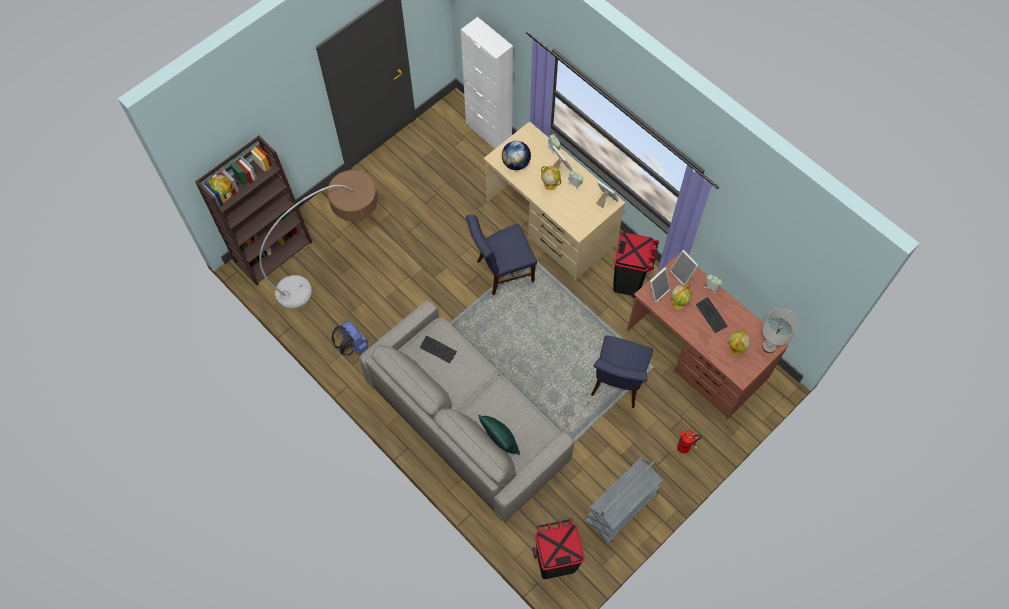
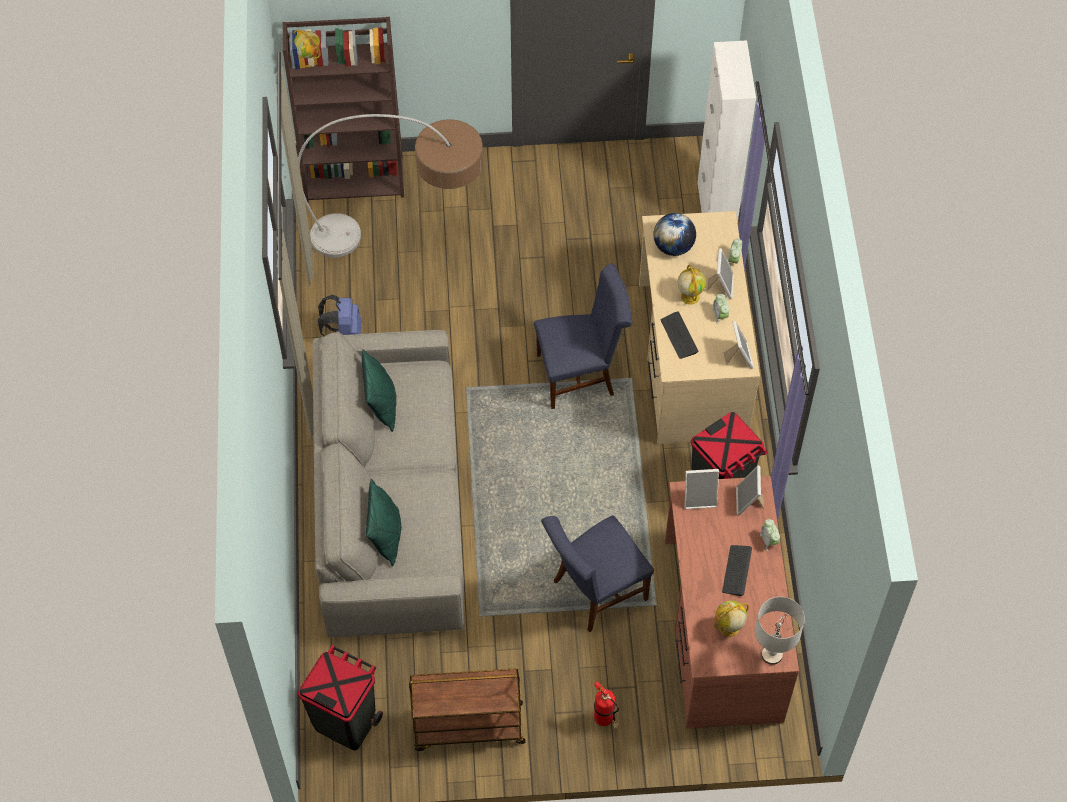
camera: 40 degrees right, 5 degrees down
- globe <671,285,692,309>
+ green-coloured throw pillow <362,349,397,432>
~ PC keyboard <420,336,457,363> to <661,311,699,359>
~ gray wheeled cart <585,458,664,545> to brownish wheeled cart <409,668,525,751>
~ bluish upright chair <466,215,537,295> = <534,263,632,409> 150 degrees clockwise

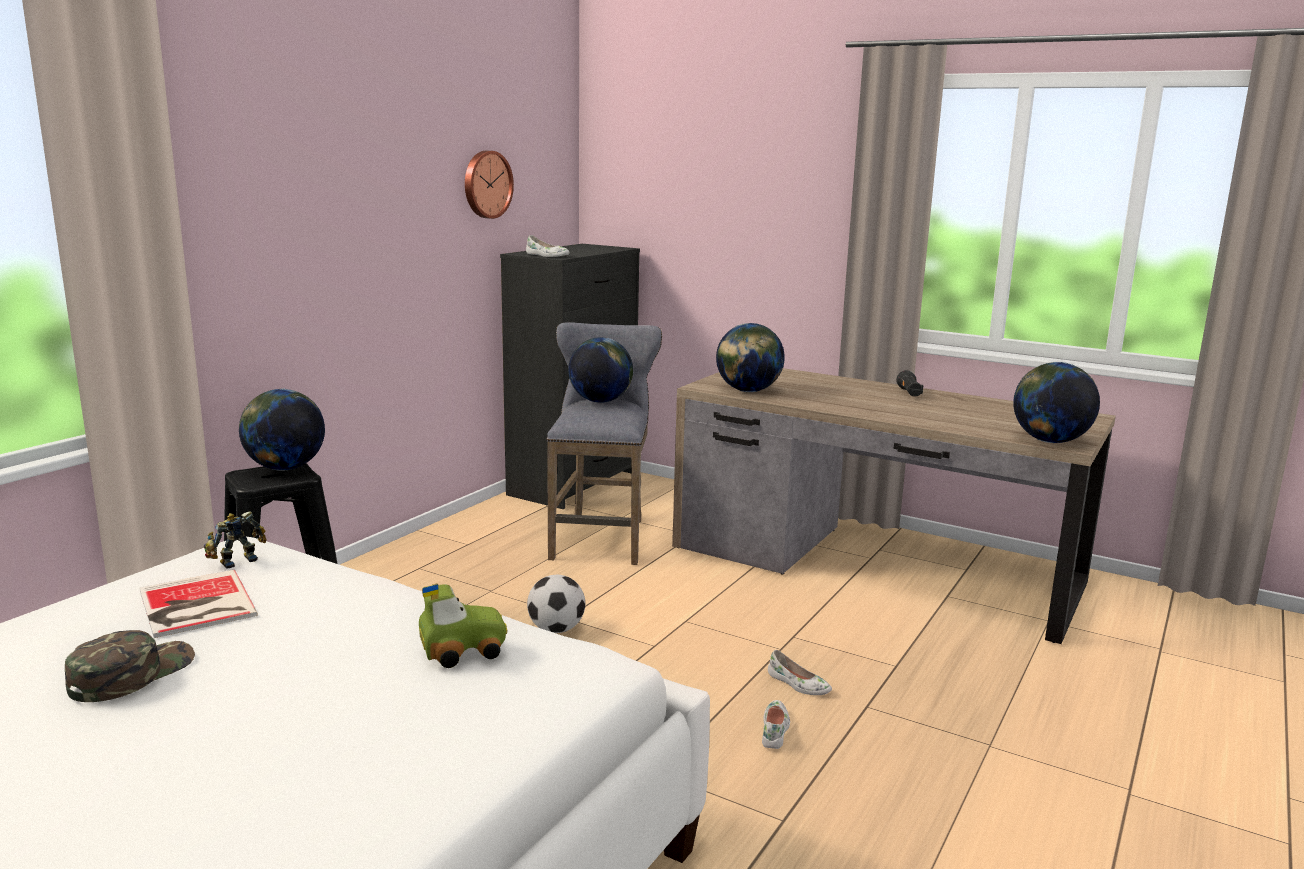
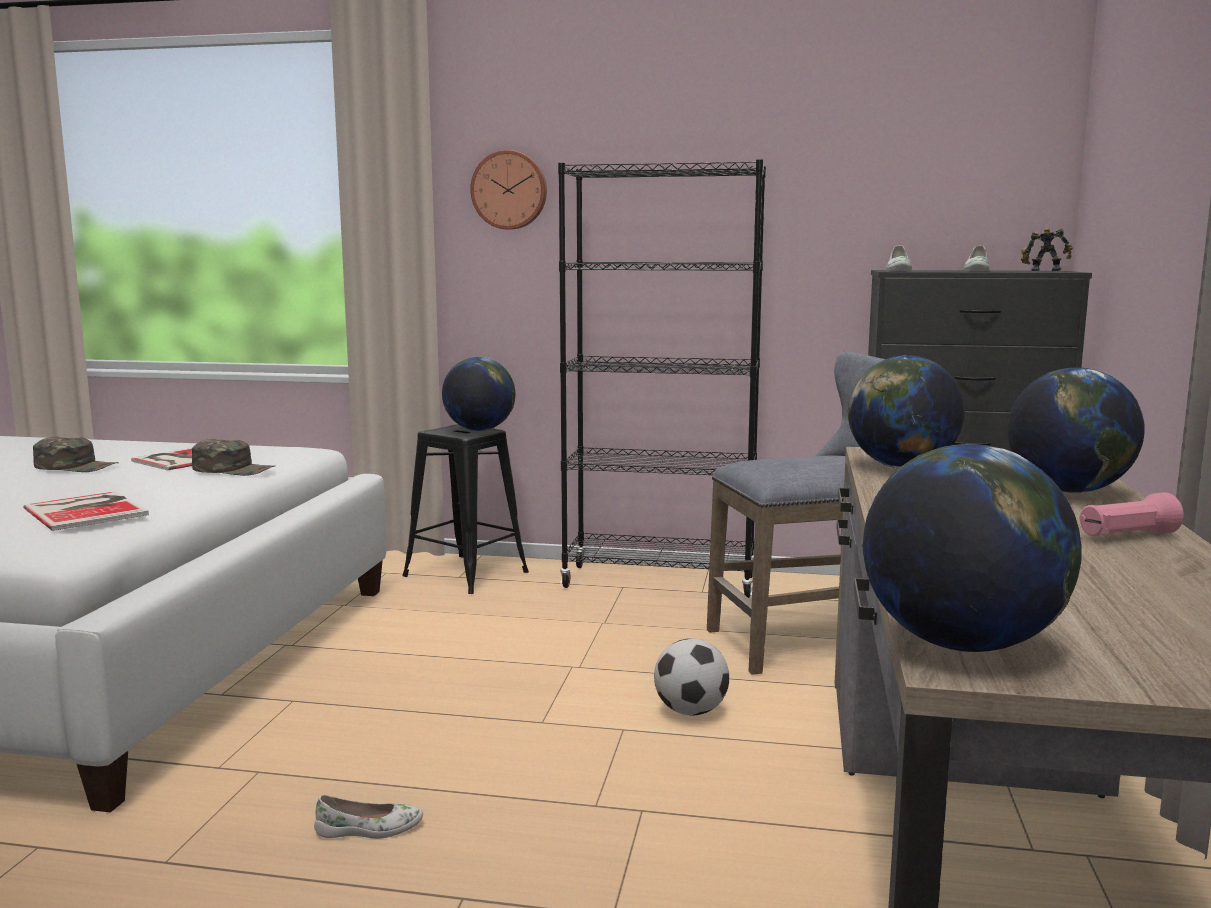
camera: 70 degrees right, 5 degrees down
+ green-coloured peaked cap <192,439,276,476>
+ blackish shelving unit <558,159,766,598>
~ toy robot <204,512,267,568> to <1021,228,1073,271>
~ clock on the wall <465,151,514,219> to <470,150,547,230>
~ ball for football <527,575,585,633> to <654,639,729,716>
~ globe <568,337,633,403> to <1007,367,1145,493>
~ whitish shoe <768,650,832,695> to <964,245,990,271>
~ miniature car <419,583,507,668> to bound book <23,491,149,531>
~ blackish flashlight <896,370,923,397> to pink flashlight <1079,492,1184,536>

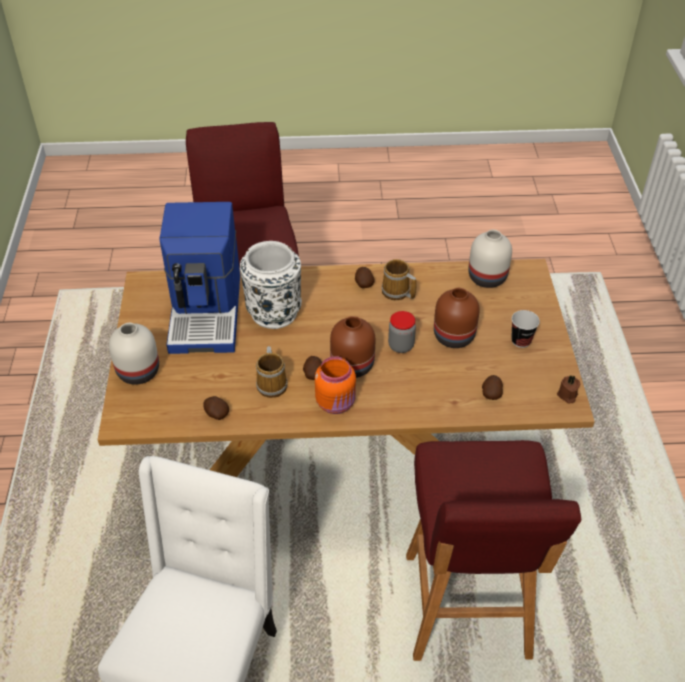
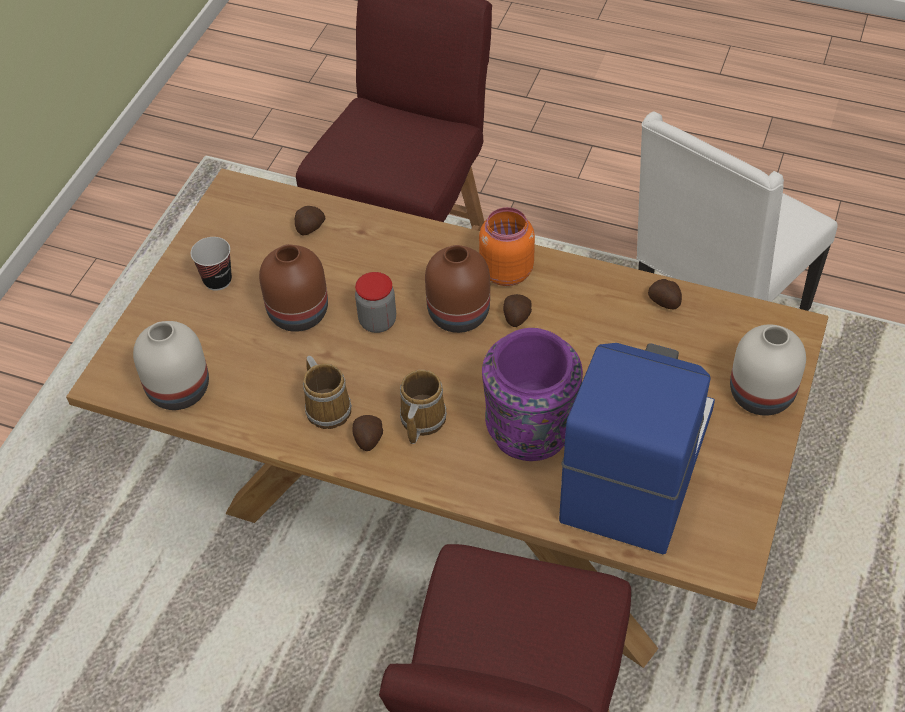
camera: 155 degrees left, 5 degrees up
- brownish candle <557,376,580,403>
~ mug <256,346,288,398> to <400,370,447,444>
~ whitish decorative vase <240,241,302,329> to purplish decorative vase <482,328,583,461>

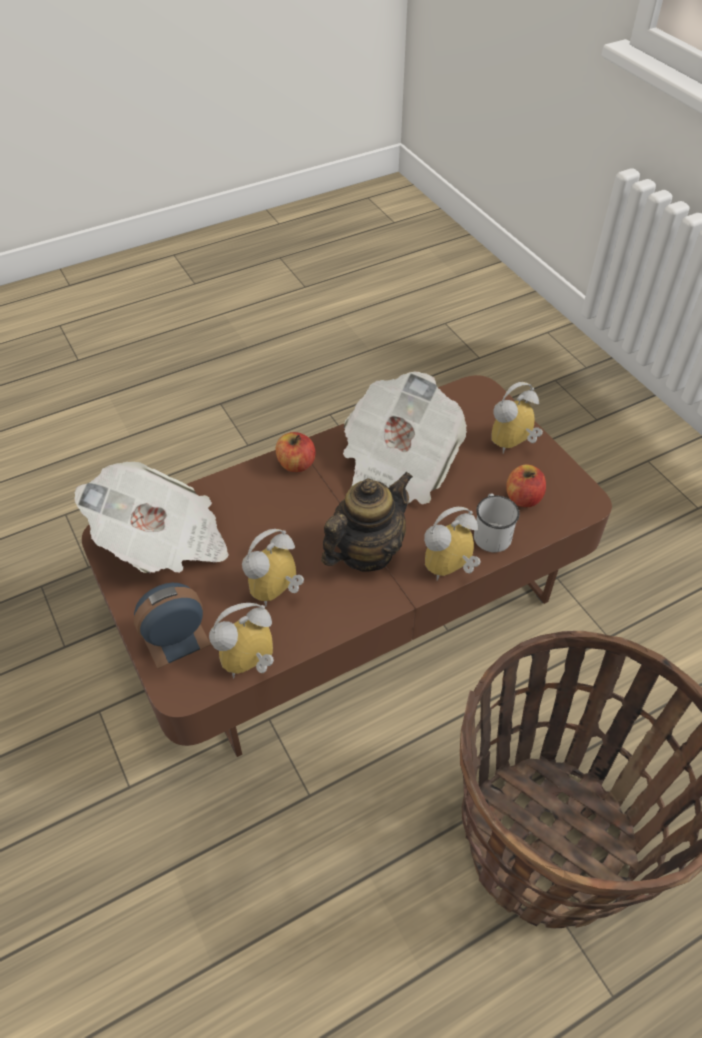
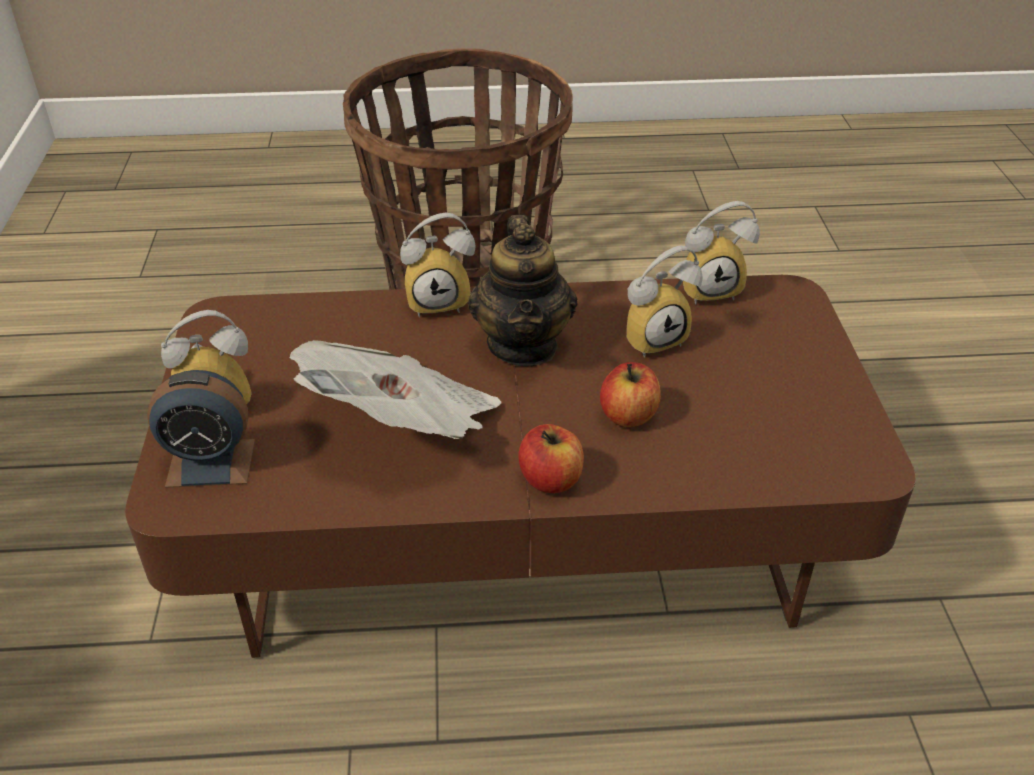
camera: 155 degrees left, 10 degrees down
- printed paper <74,462,229,574>
- whitish mug <474,494,520,552>
~ alarm clock <134,583,211,669> to <147,370,255,488>
~ apple fruit <506,464,546,507> to <600,362,661,427>
~ teapot <321,472,413,571> = <468,215,577,367> 75 degrees counterclockwise

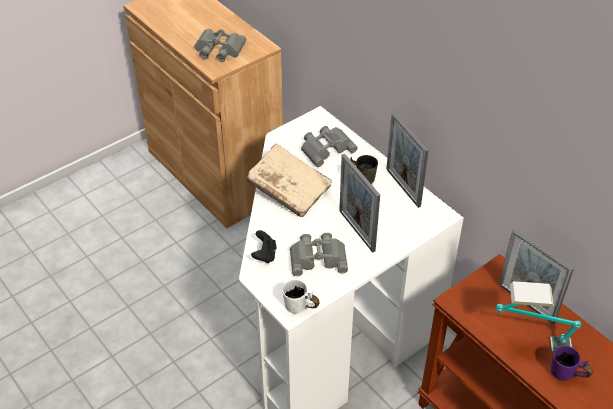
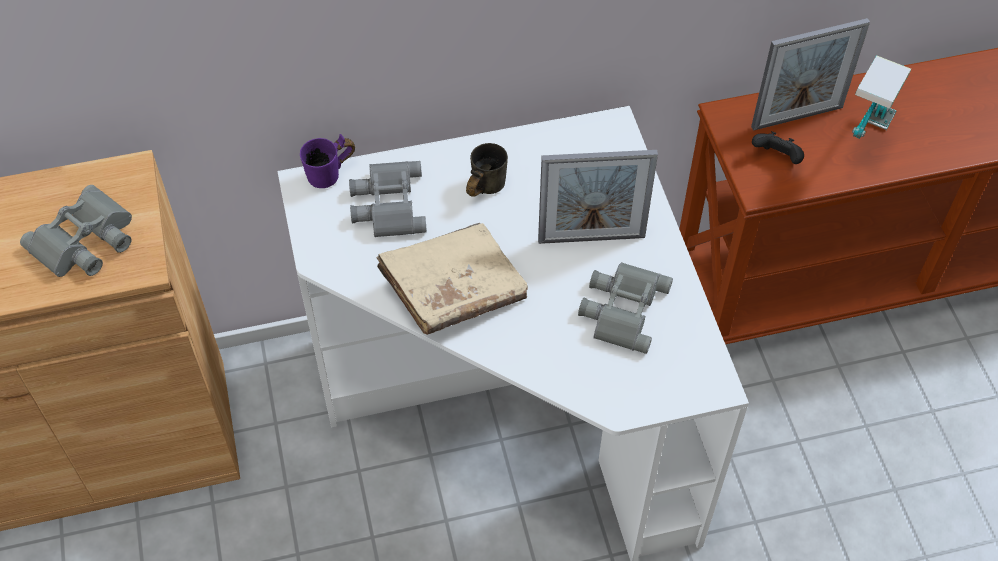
camera: 65 degrees left, 10 degrees up
- whitish mug <282,280,319,314>
- picture frame <386,112,429,208>
~ blackish joypad <251,230,277,263> to <752,131,804,164>
~ purplish mug <551,346,593,381> to <300,134,355,188>

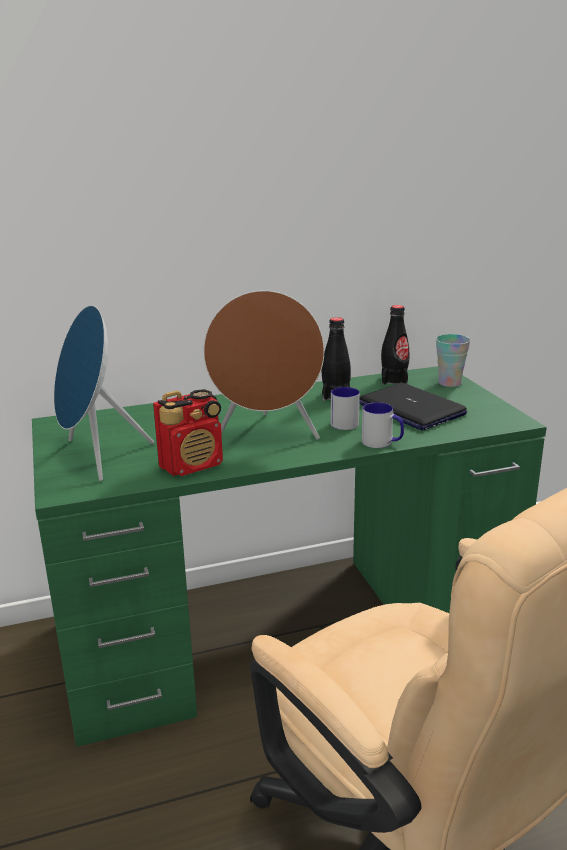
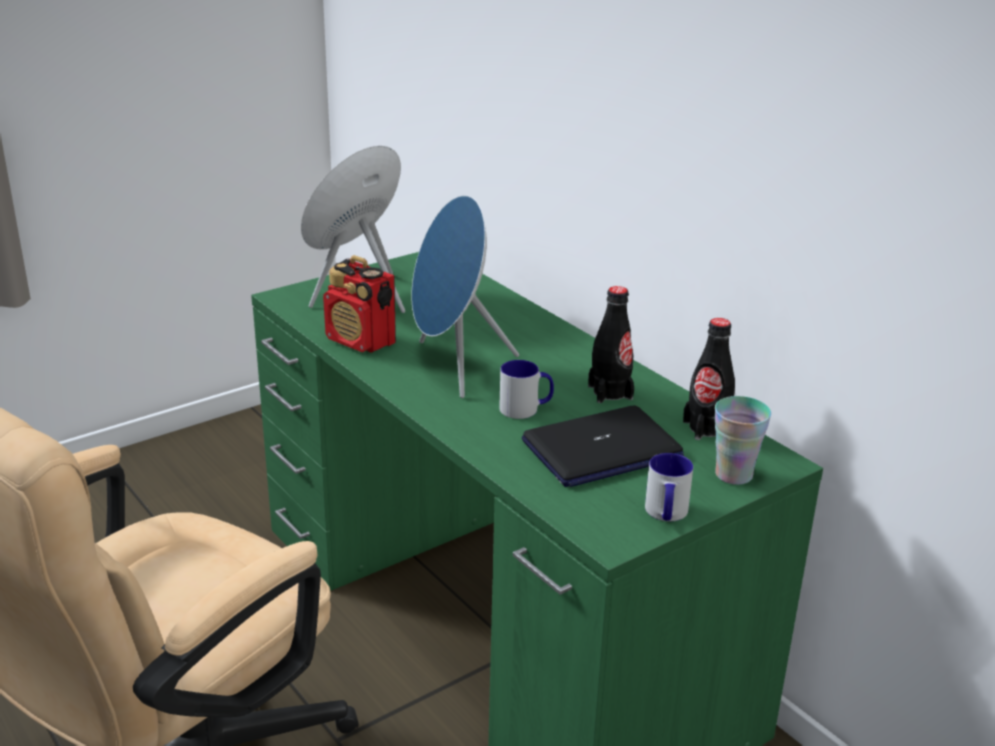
camera: 70 degrees right, 5 degrees up
~ mug <362,402,404,448> to <645,453,693,521>
~ brownish audio speaker <203,290,324,440> to bluish audio speaker <411,195,519,398>
~ notebook computer <359,383,467,431> = <522,405,684,487> 150 degrees counterclockwise

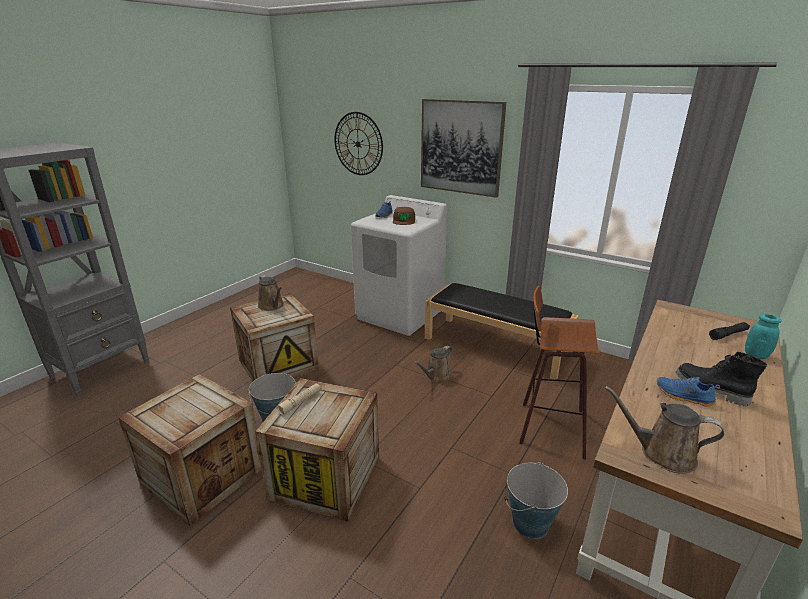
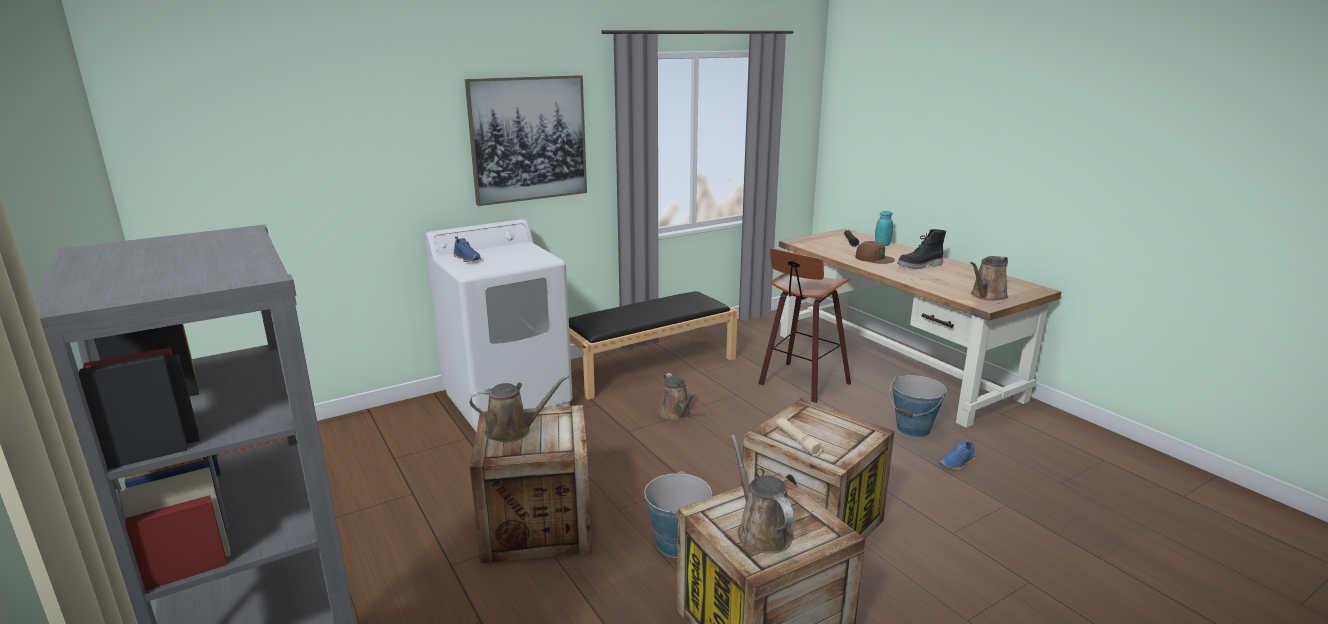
camera: 65 degrees left, 5 degrees down
- clock on the wall <334,112,383,175>
+ brownish watering pot <731,435,794,554>
~ brownish peaked cap <393,207,415,225> to <856,241,895,264>
~ bluish shoe <657,377,720,406> to <939,439,975,470>

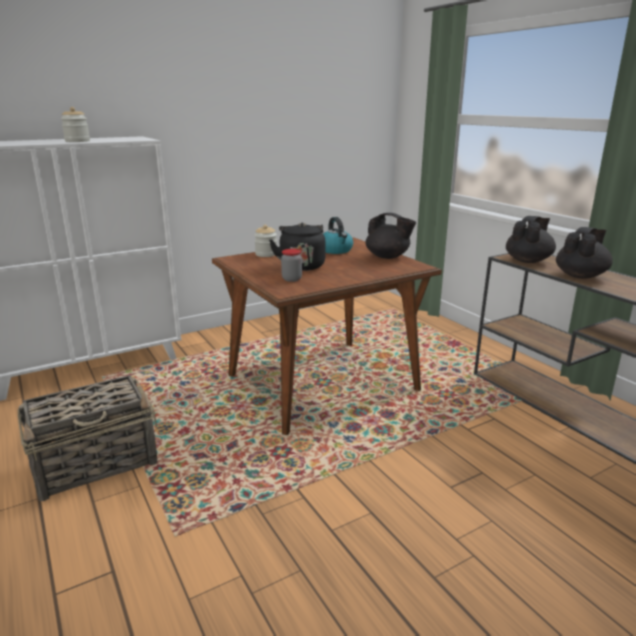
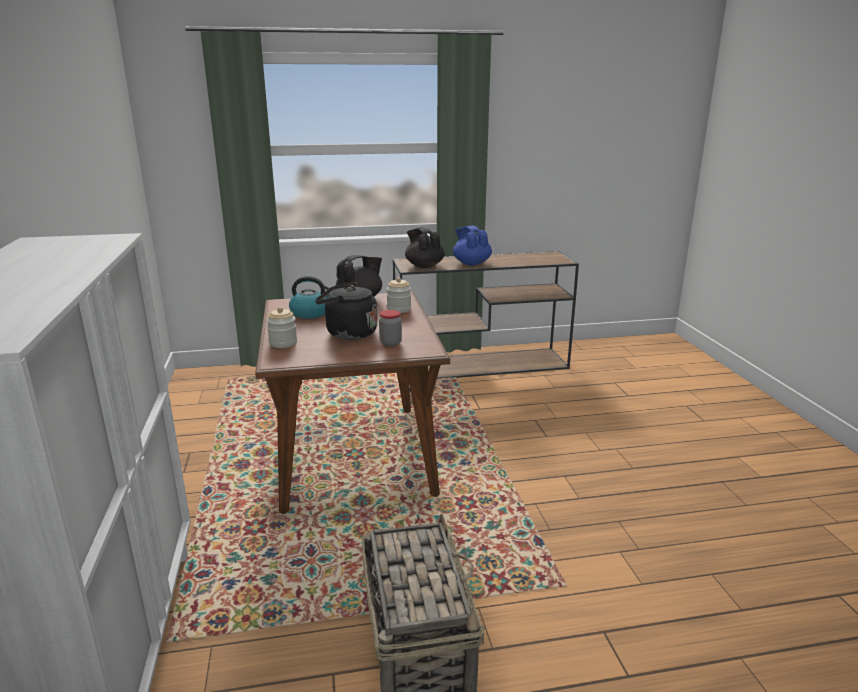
camera: 70 degrees left, 0 degrees up
~ storage jar <61,107,90,142> to <386,277,411,313>
~ blackish teapot <556,227,613,279> to bluish teapot <453,226,492,265>

